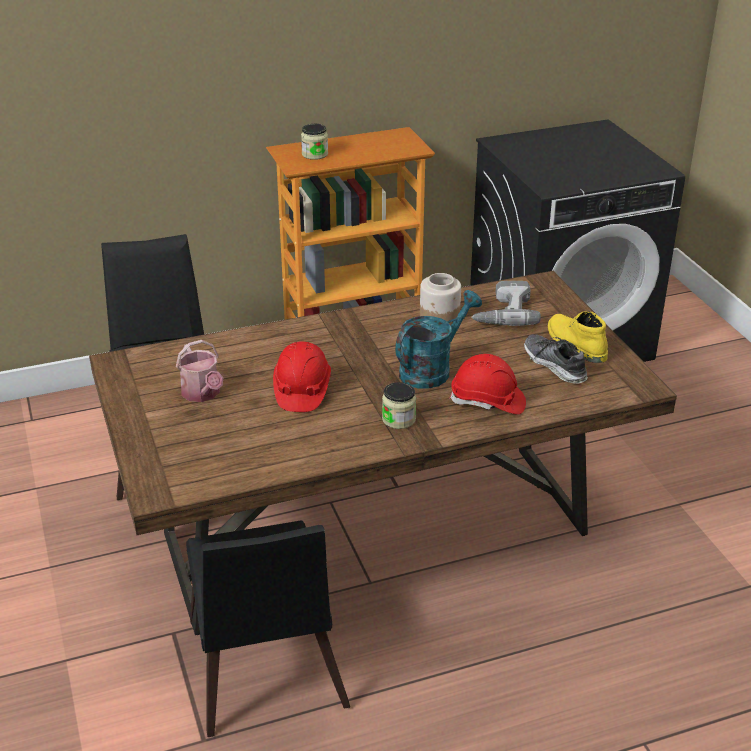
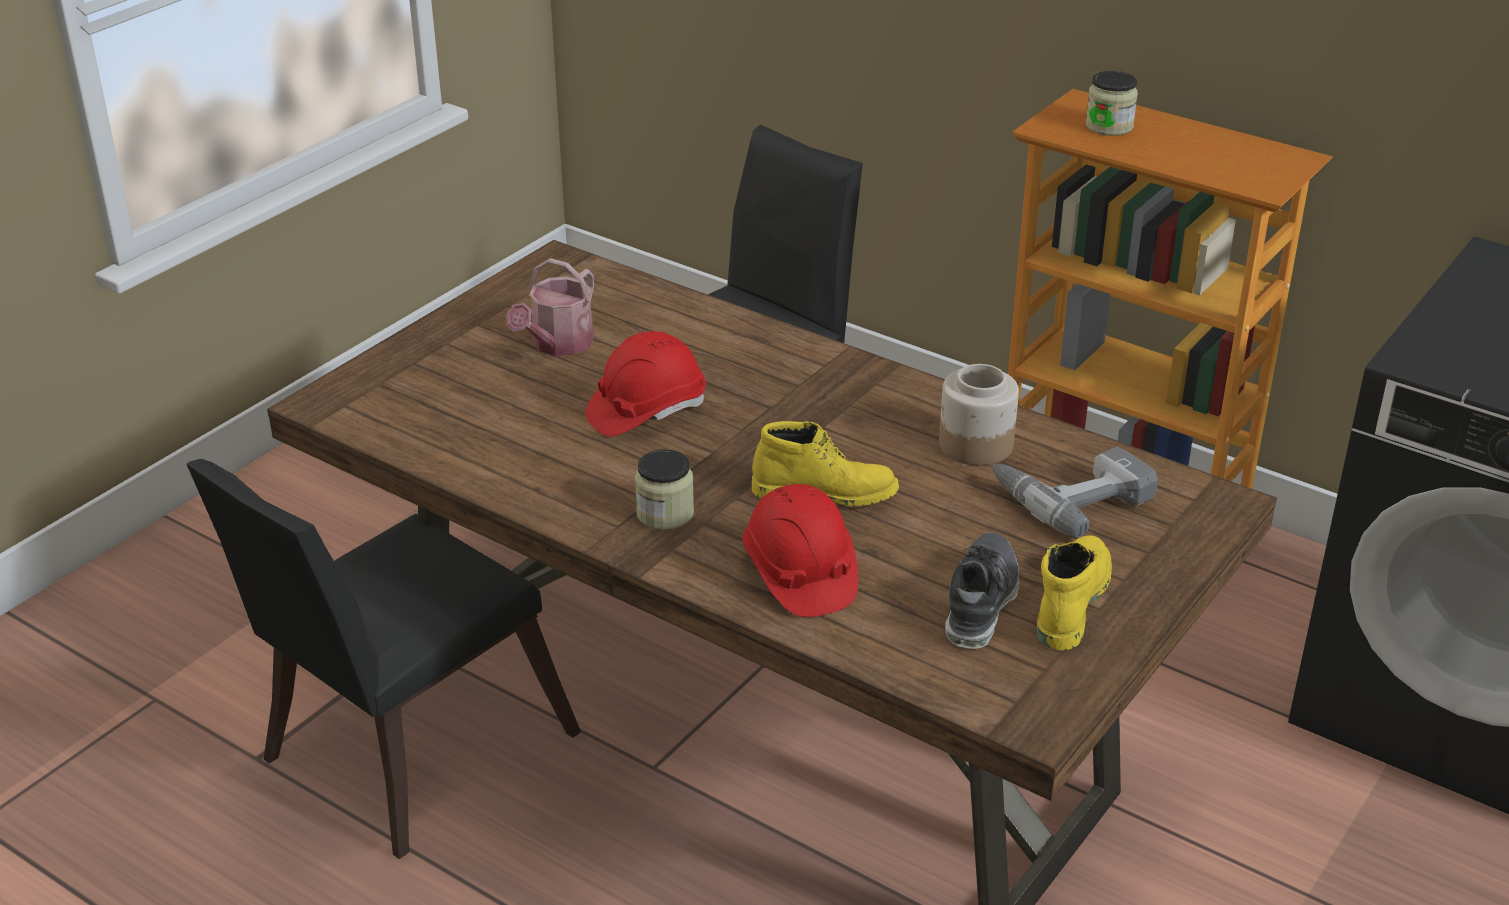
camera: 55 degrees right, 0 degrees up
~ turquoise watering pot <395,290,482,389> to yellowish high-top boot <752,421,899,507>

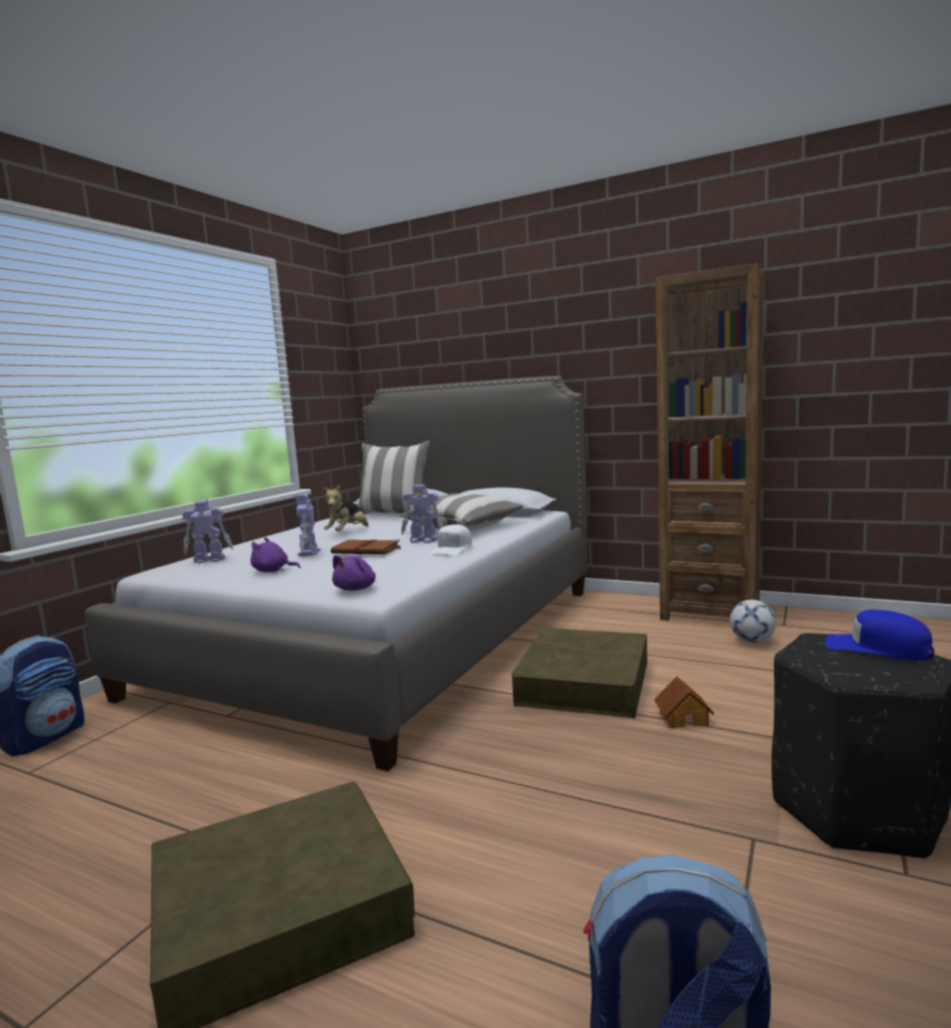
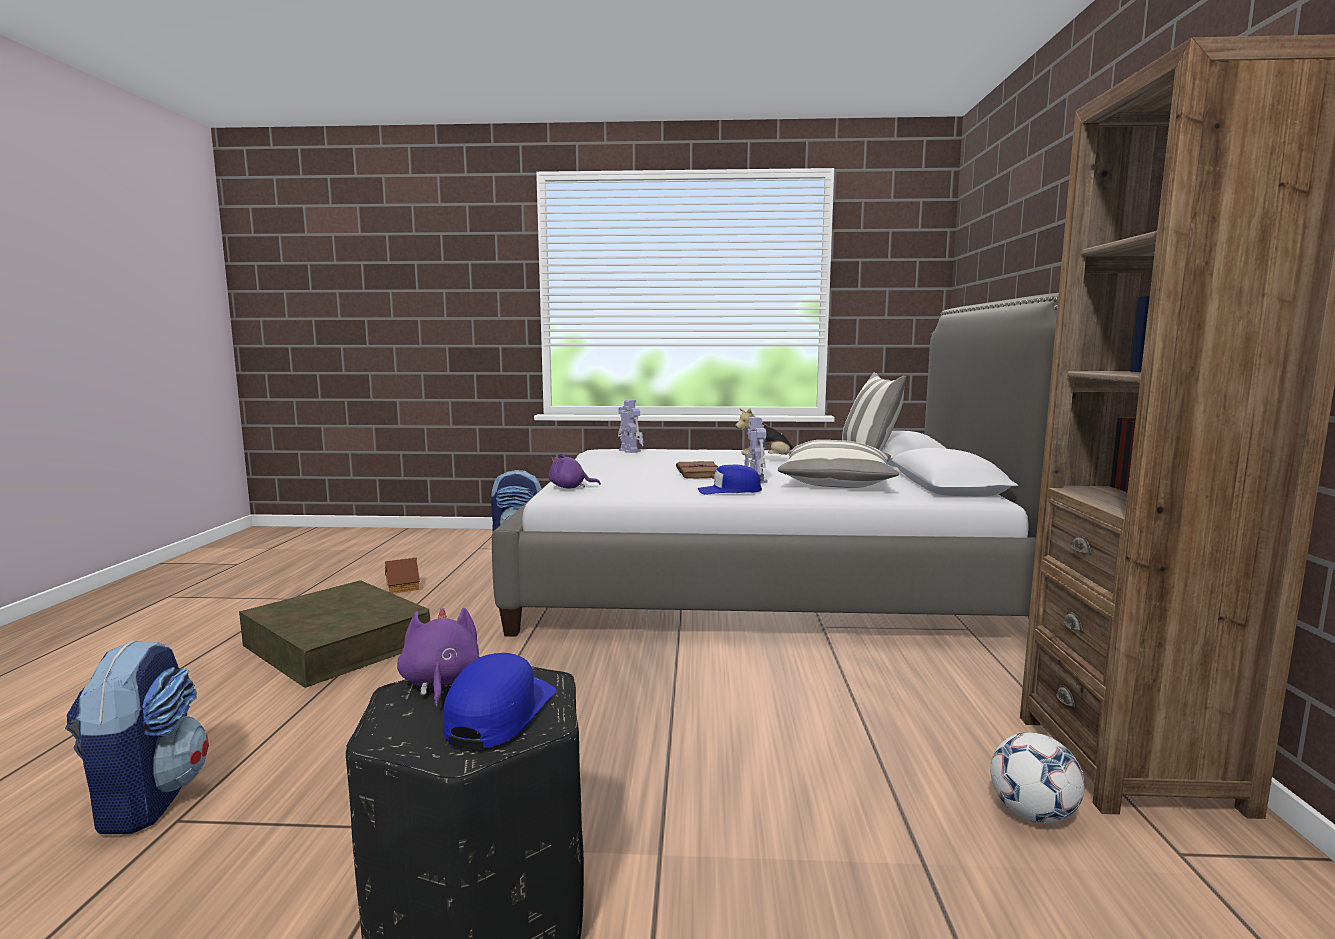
camera: 65 degrees right, 0 degrees up
- toy robot <295,494,321,556>
- brownish storage container <512,628,647,718>
~ purplish cuddly toy <250,537,301,572> to <397,607,479,707>
~ toy house <654,676,714,728> to <385,558,420,594>
~ whitish peaked cap <429,524,472,555> to bluish peaked cap <698,465,762,494>

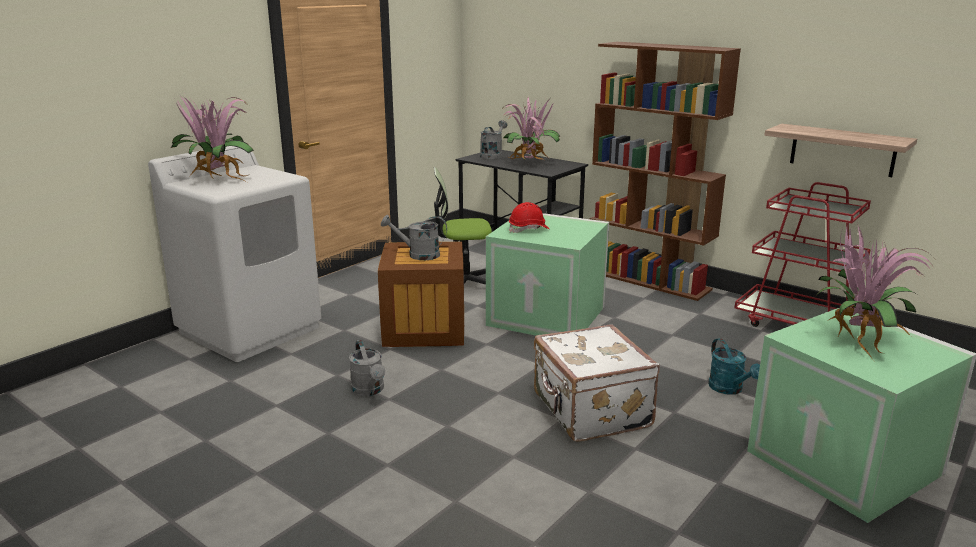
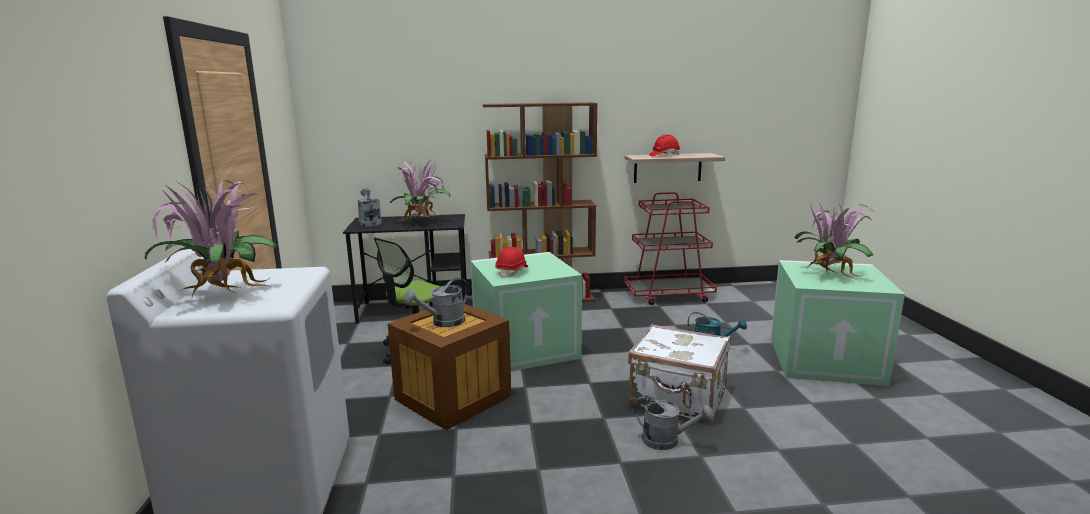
camera: 45 degrees left, 5 degrees down
+ red-coloured hard hat <649,134,680,156>
~ gray watering pot <349,340,385,396> to <634,395,714,450>

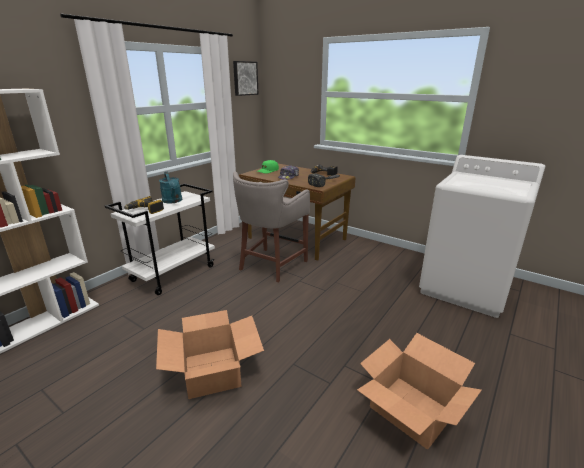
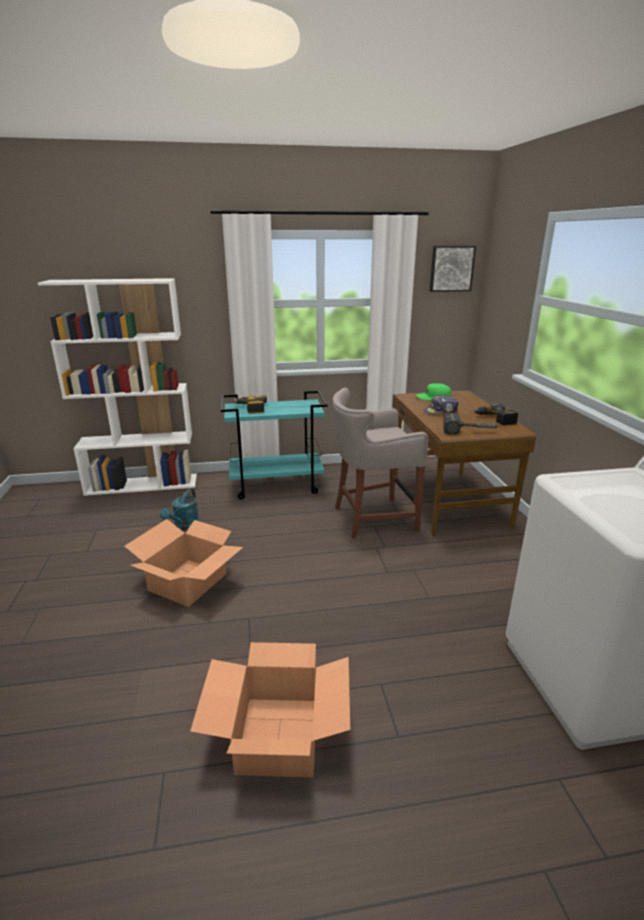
camera: 45 degrees right, 0 degrees up
~ turquoise watering pot <159,172,182,203> to <160,489,200,530>
~ whitish wheeled cart <105,183,215,295> to turquoise wheeled cart <221,390,328,499>

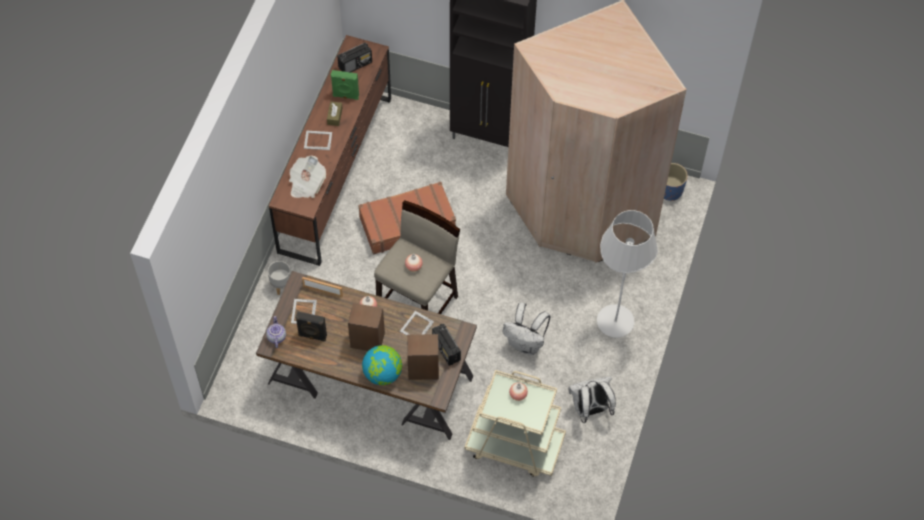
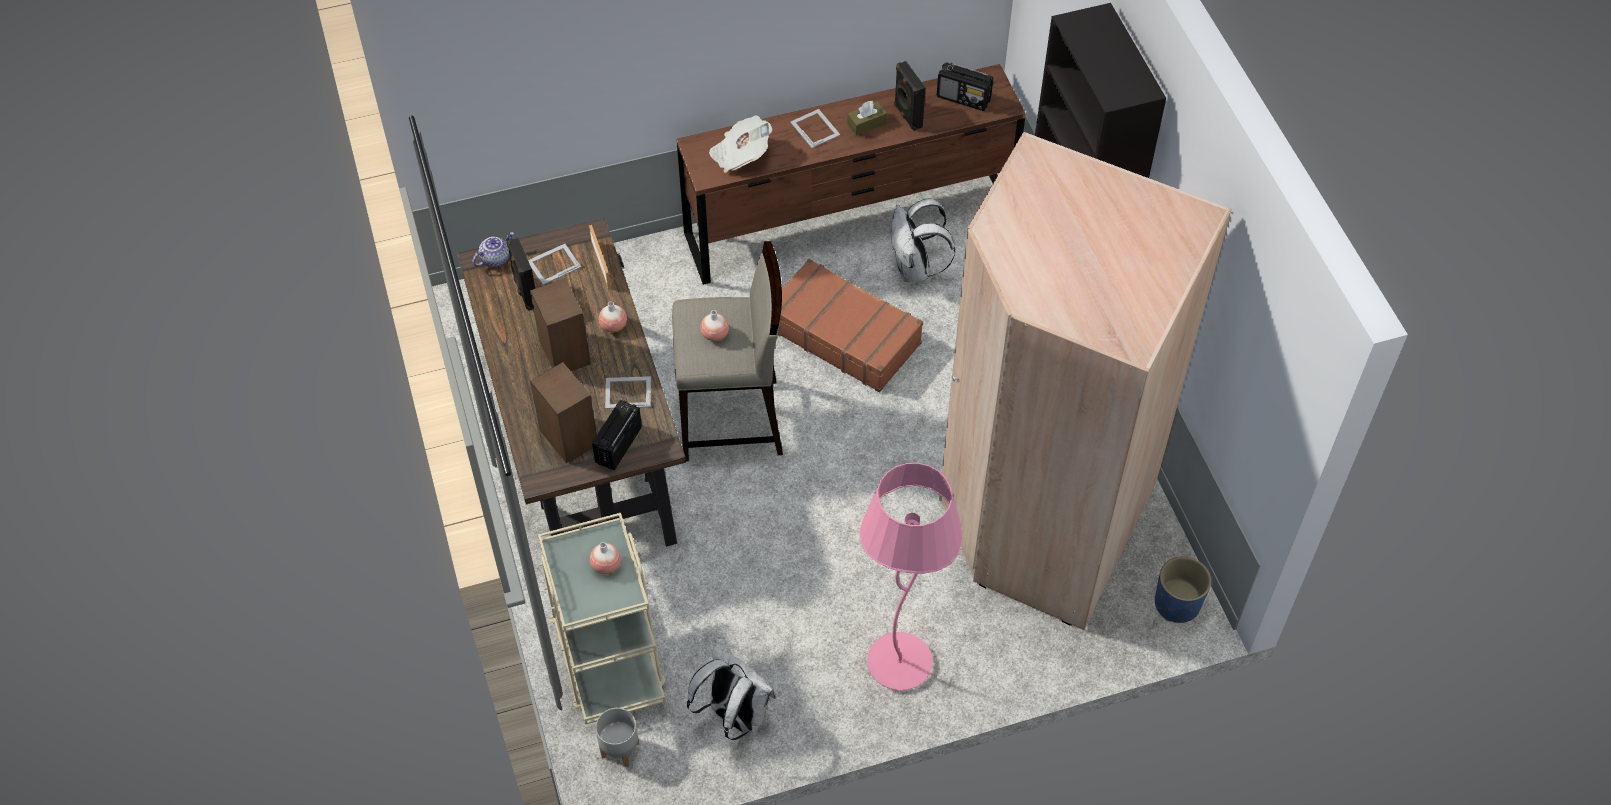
camera: 55 degrees right, 5 degrees down
- globe <362,345,402,385>
~ gray flower pot <268,261,291,295> to <596,708,639,767>
~ whitish backpack <503,303,551,355> to <891,198,955,282>
~ green-coloured audio speaker <331,70,359,100> to blackish audio speaker <894,61,926,131>
~ whitish floor lamp <597,210,658,338> to pink floor lamp <860,463,963,690>

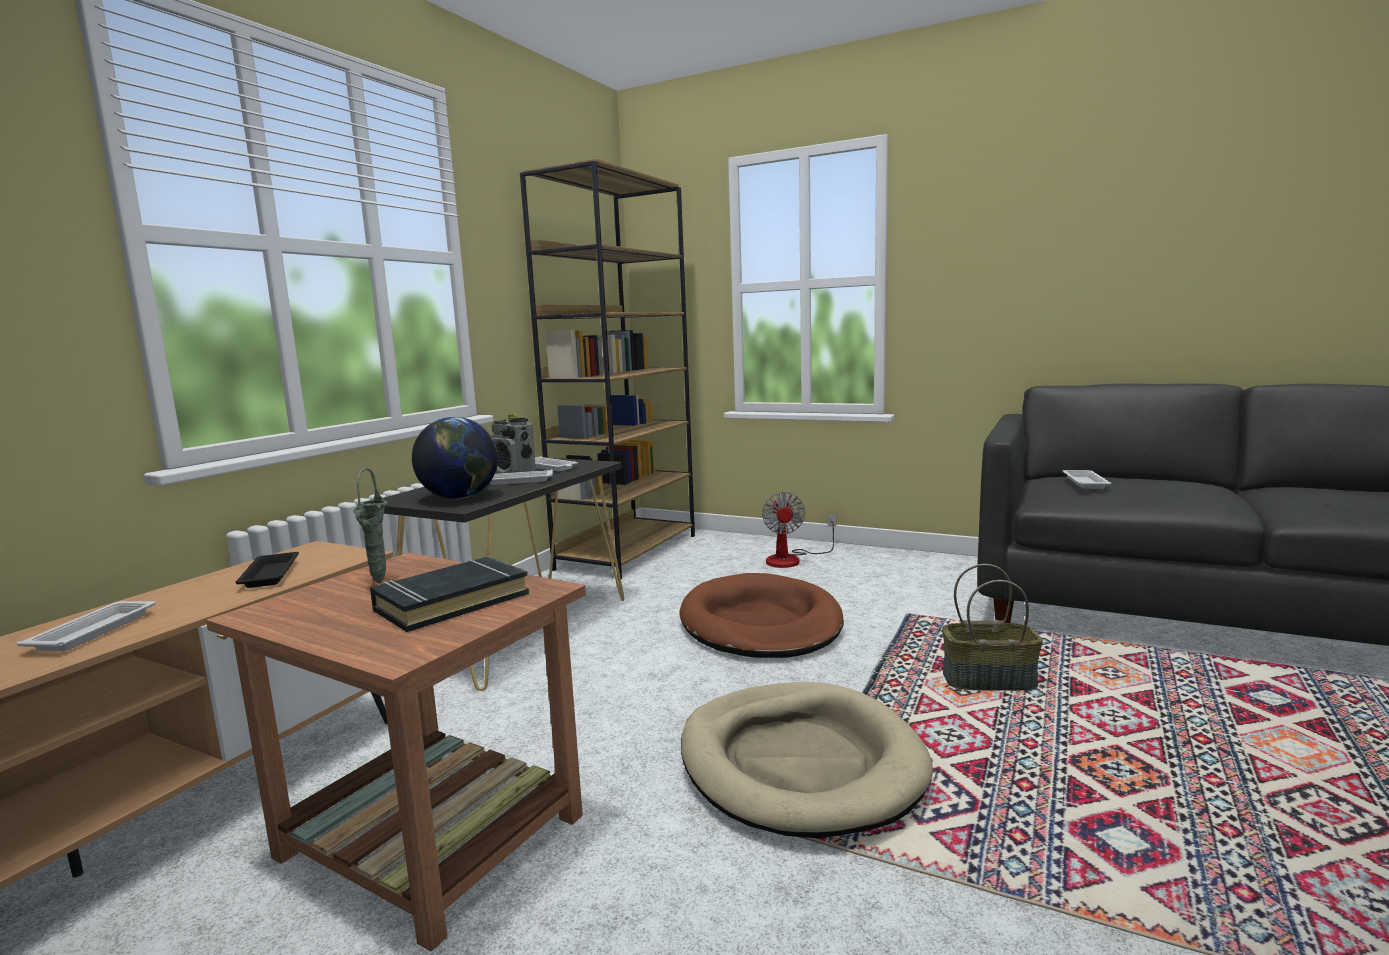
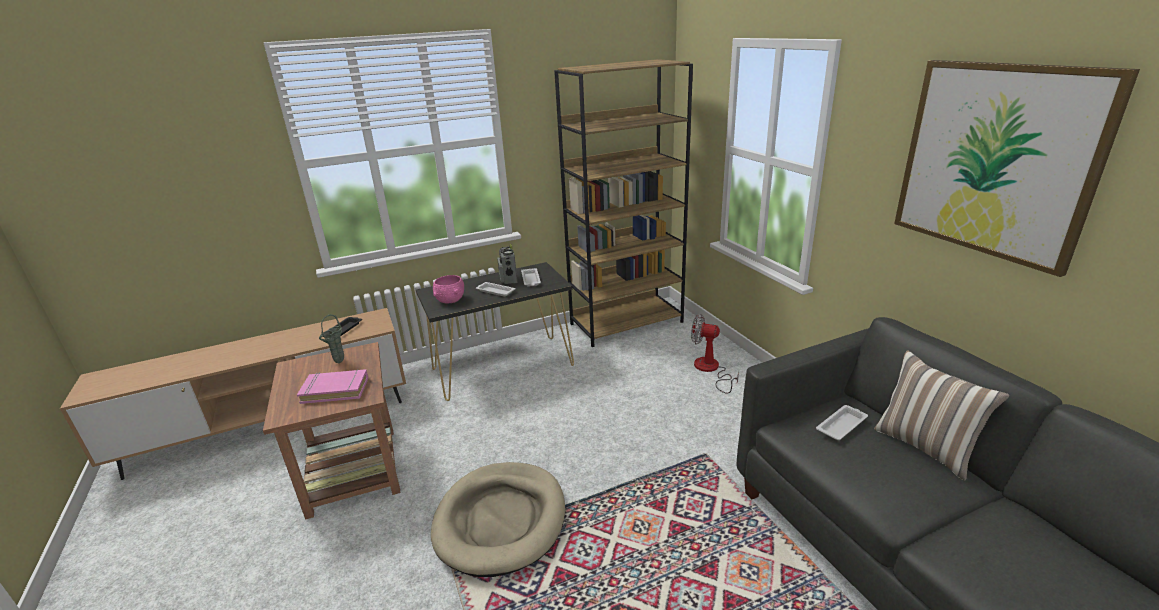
camera: 40 degrees right, 15 degrees up
- whitish serving tray <17,601,156,651>
- brownish dog bed <680,573,844,658>
- storage basket <942,564,1043,691>
+ throw pillow <874,350,1009,481>
+ picture <894,60,1140,277>
~ globe <412,417,498,499> to pink deep dish <433,275,464,303>
~ blackish bound book <370,556,529,632> to pink bound book <297,369,369,404>
~ fan <762,492,836,568> = <691,314,739,394> 75 degrees clockwise

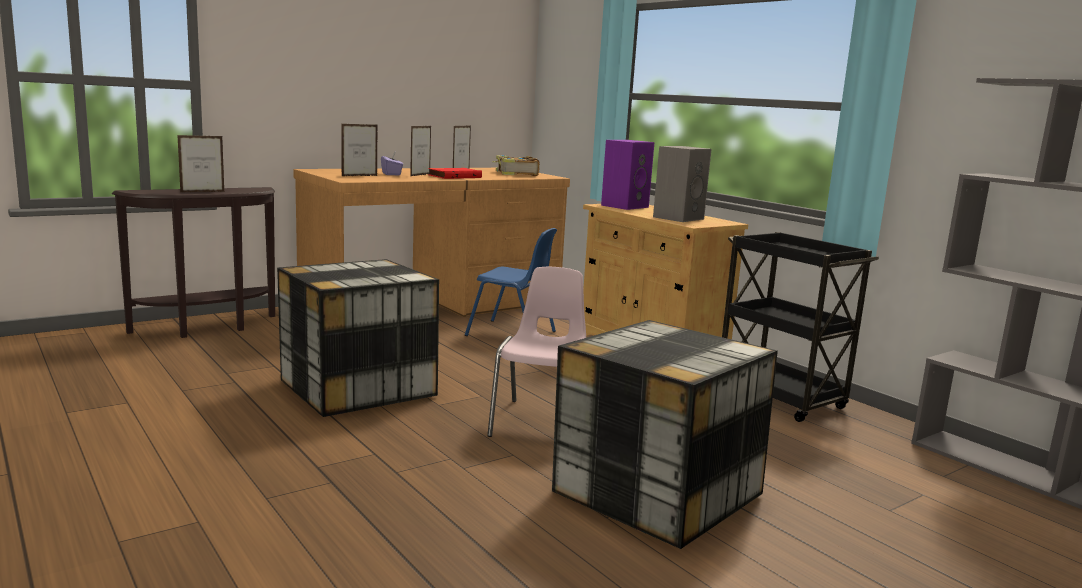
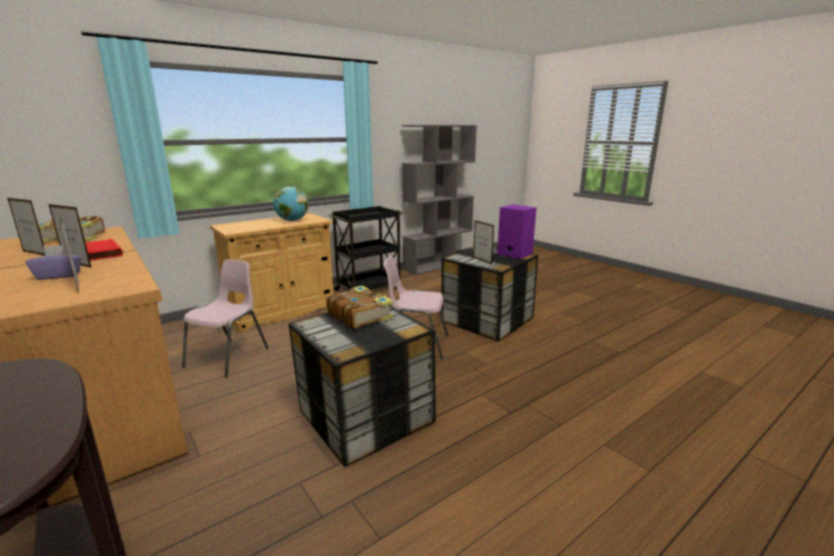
camera: 90 degrees left, 5 degrees up
+ bound book <326,285,393,329>
~ picture frame <177,135,225,192> to <473,220,494,264>
~ purplish audio speaker <601,140,655,210> to <497,204,537,259>
~ gray audio speaker <653,146,711,222> to globe <273,187,308,221>
~ bluish upright chair <465,228,557,336> to pink upright chair <182,259,269,378>

